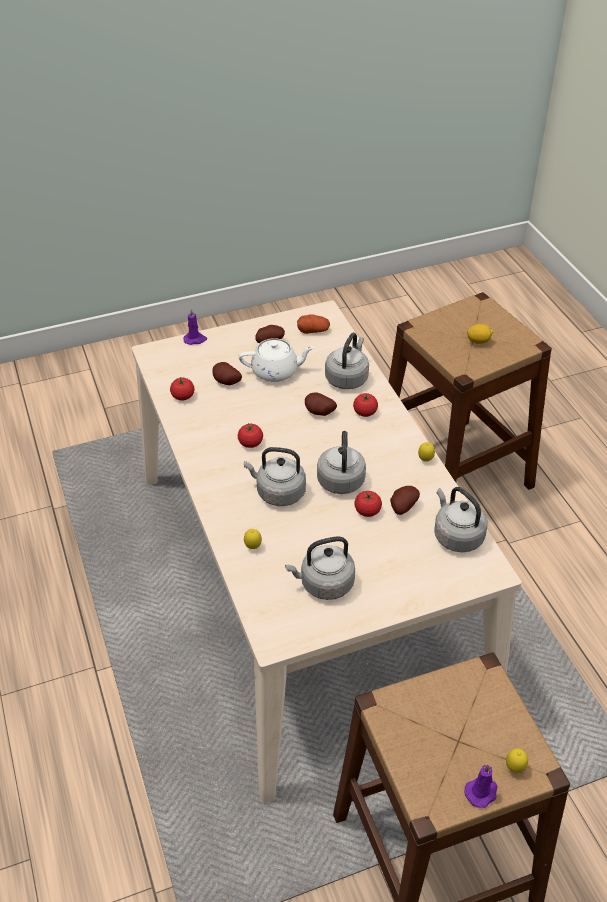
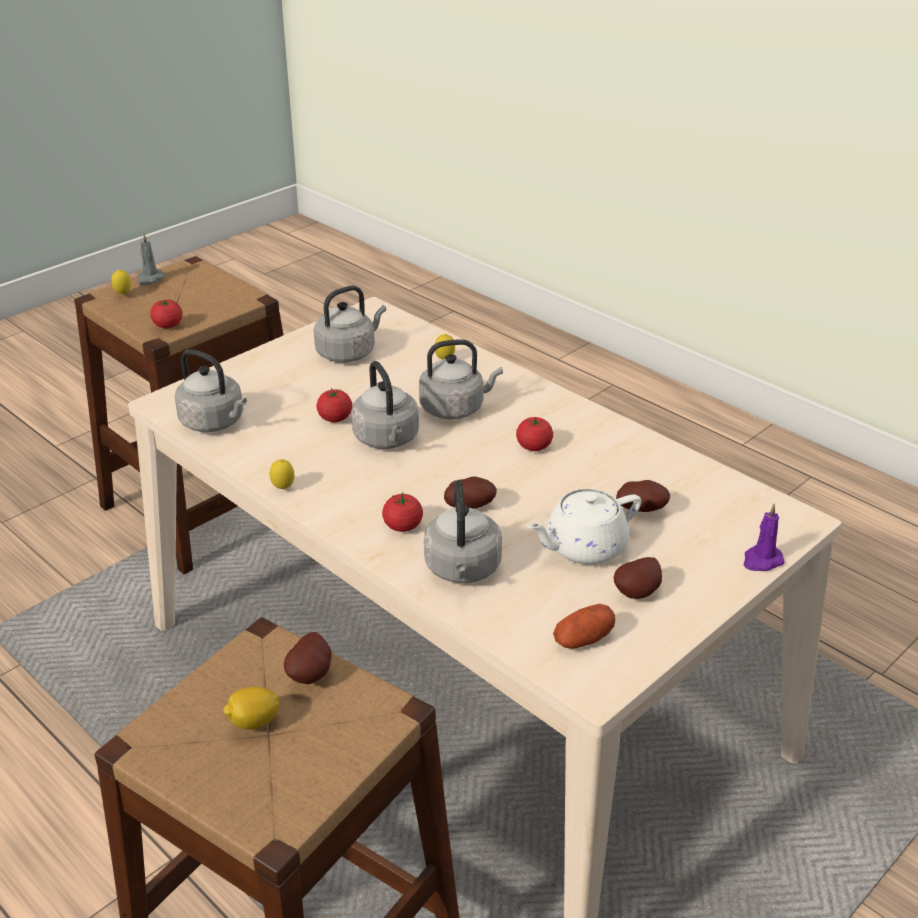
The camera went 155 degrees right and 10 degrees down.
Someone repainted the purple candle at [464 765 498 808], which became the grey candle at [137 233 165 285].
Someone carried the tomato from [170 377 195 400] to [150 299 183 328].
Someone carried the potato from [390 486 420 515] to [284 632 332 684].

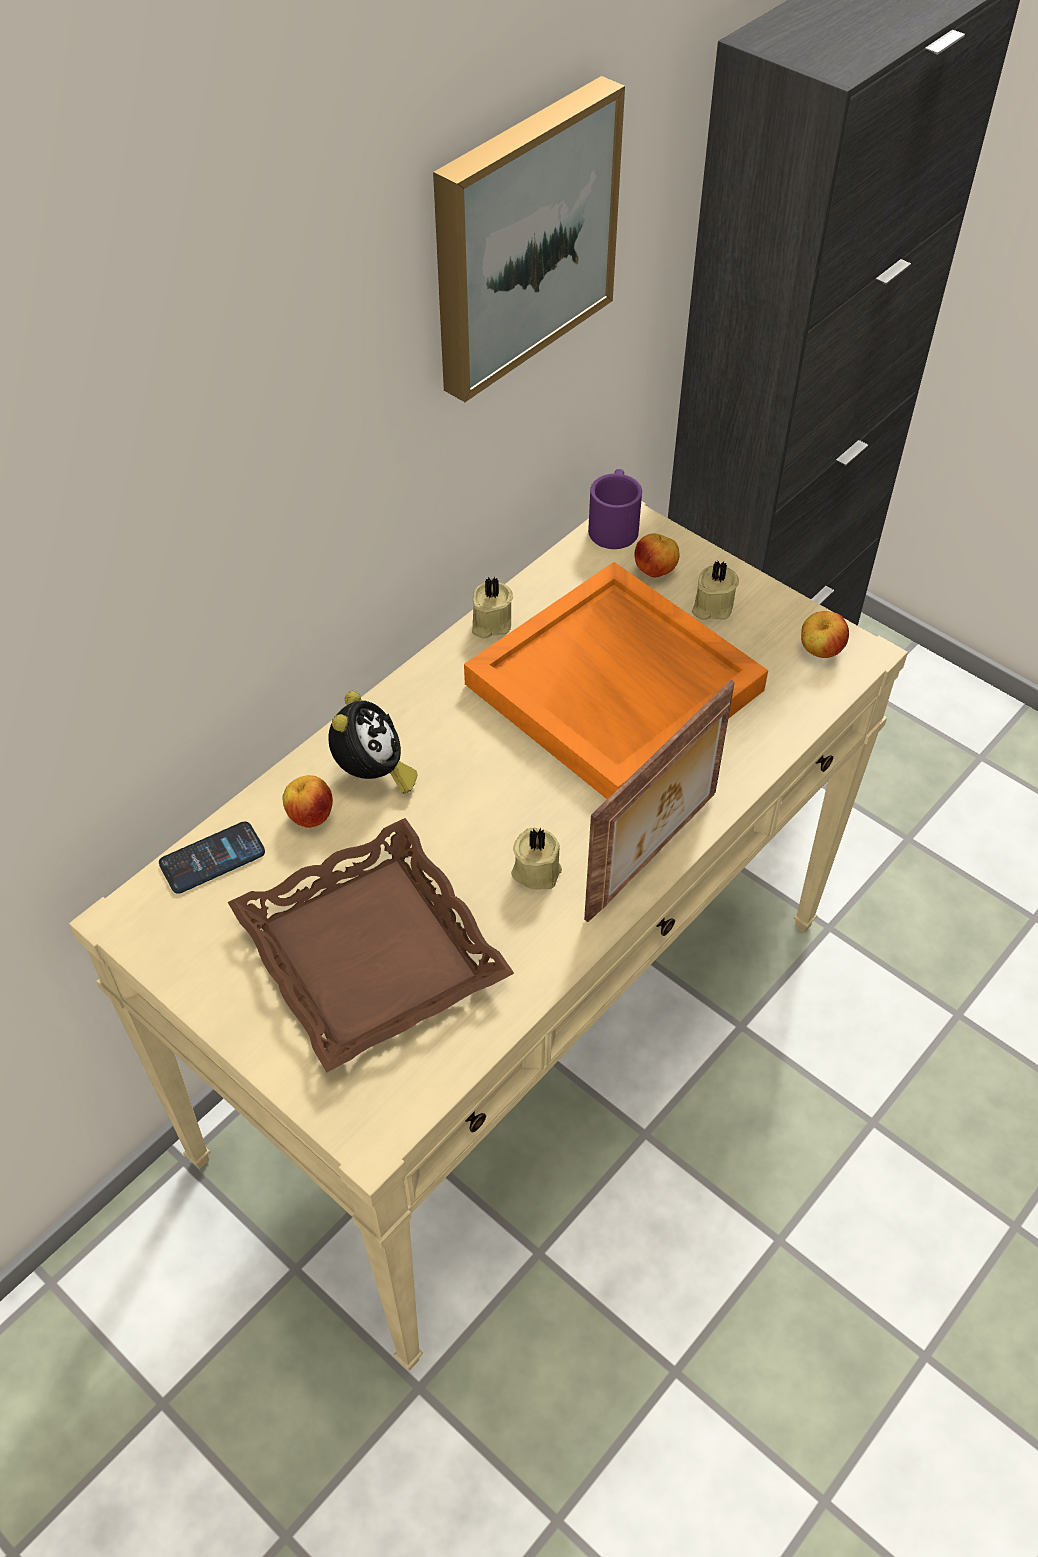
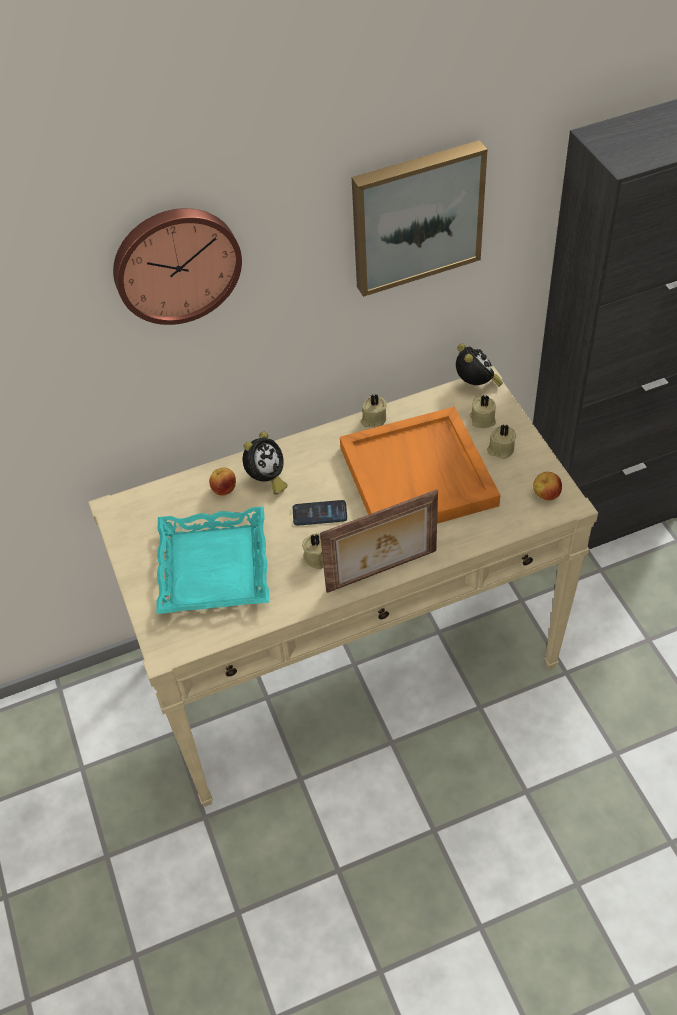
The camera went 30 degrees right and 0 degrees up.
Someone put up the wall clock at [113 208 242 325].
Someone repainted the brown tray at [228 818 514 1073], which became the turquoise tray at [156 506 270 614].
Someone carried the phone from [159 821 265 894] to [293 500 347 526].
Someone swapped the purple mug at [588 469 642 549] for the alarm clock at [456 343 503 386].
Someone swapped the apple at [634 533 679 578] for the beige candle at [470 395 496 428].

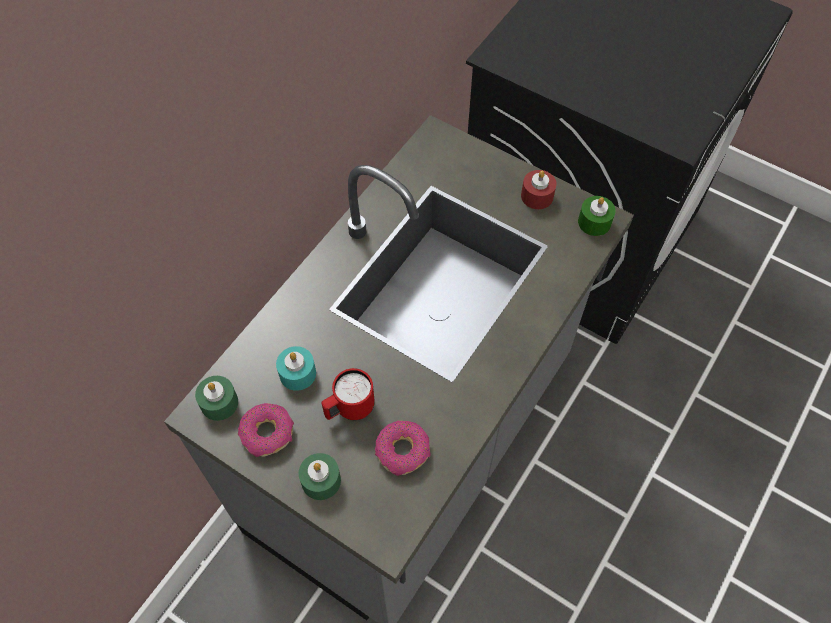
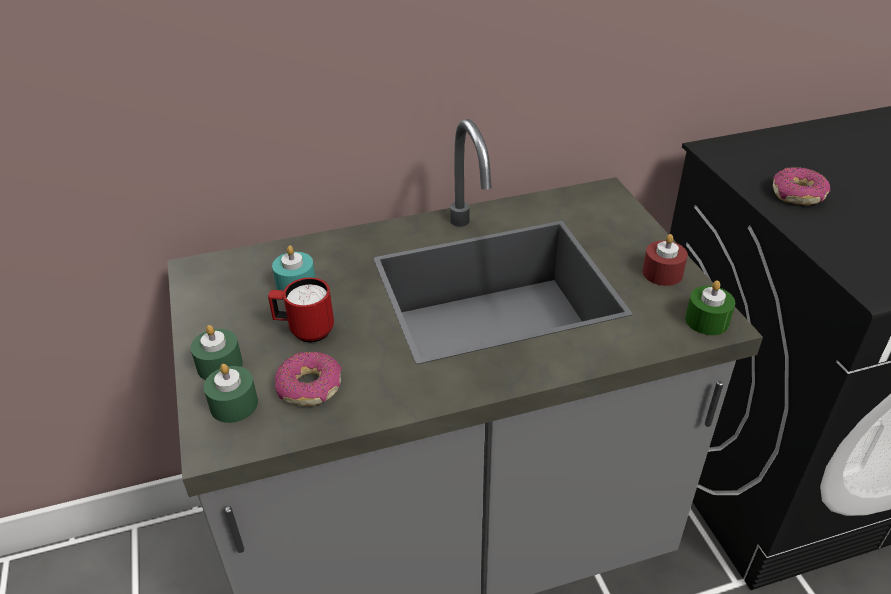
The camera went 40 degrees right and 20 degrees down.
Someone carried the green candle from [195 376 238 421] to [204 364 258 423].
Someone carried the donut from [238 403 294 457] to [773 167 830 205].

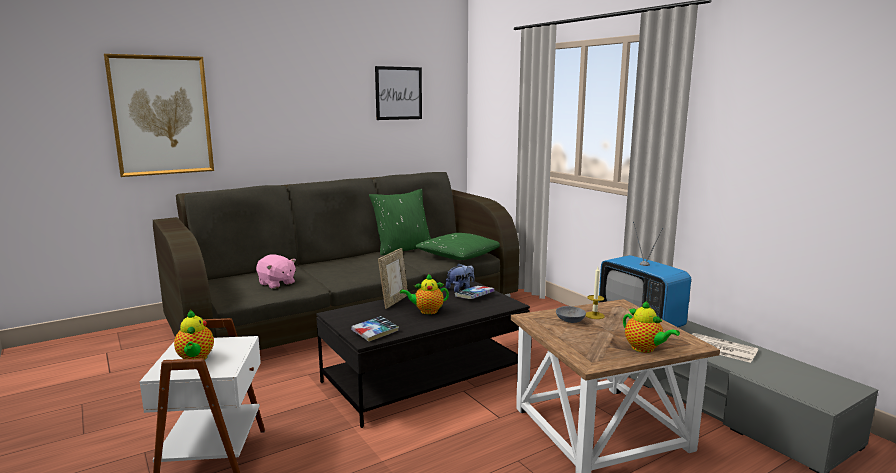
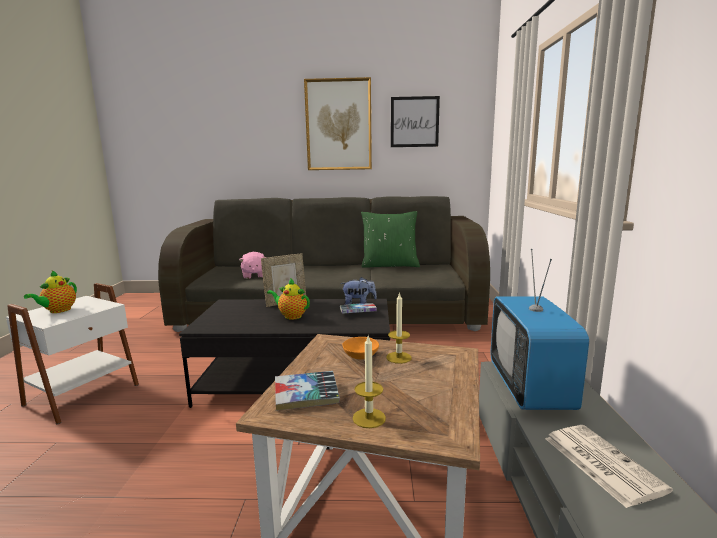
The camera went 35 degrees right and 0 degrees up.
Someone carried the book from [351 316 399 342] to [275 371 340 411].
Someone carried the picture from [104 54 214 177] to [304 77 372 170].
Someone repainted the grey bowl at [556 306 586 323], which became the orange bowl at [342 337 379 359].
Someone swapped the teapot at [623 301 680 353] for the candle at [353 336 386 428].
Someone took away the green pillow at [414 233 500 260].

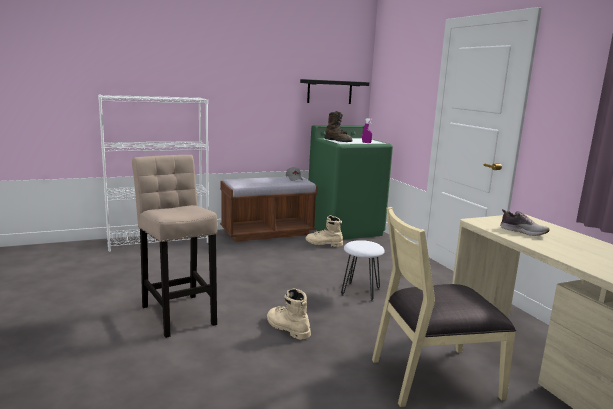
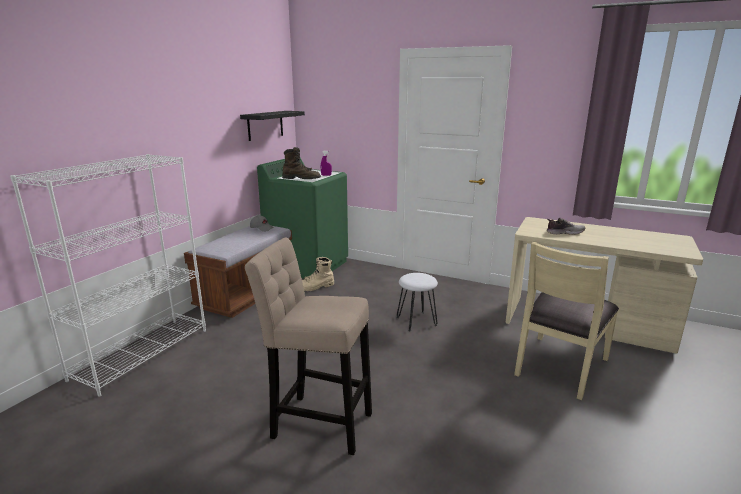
The camera went 40 degrees left and 5 degrees up.
Someone took away the beige boot at [267 288 311 340].

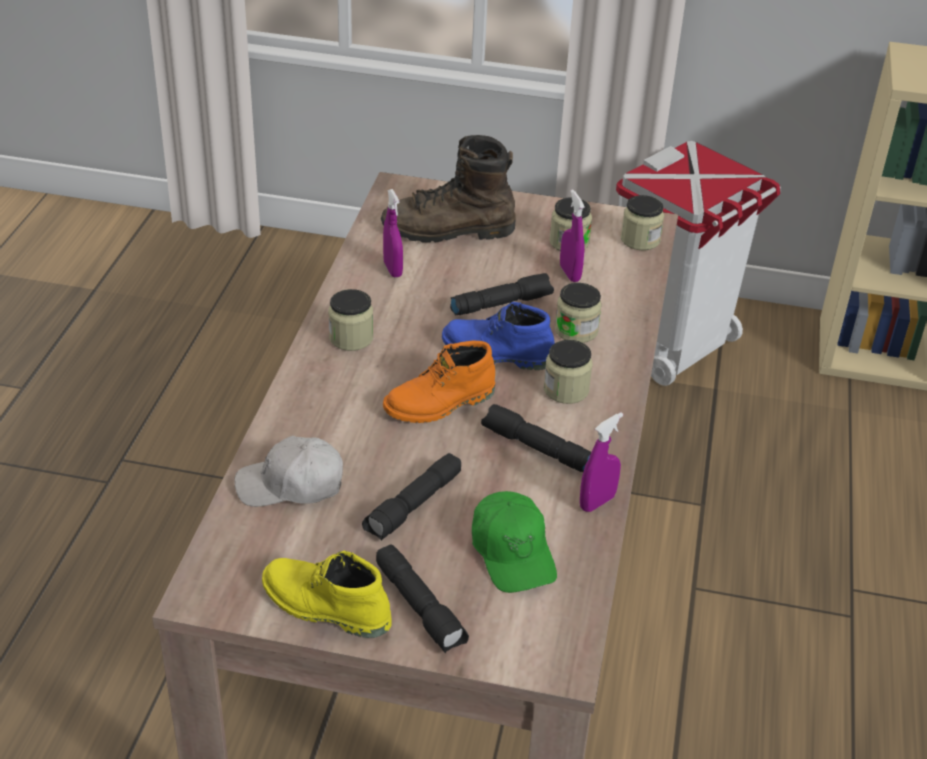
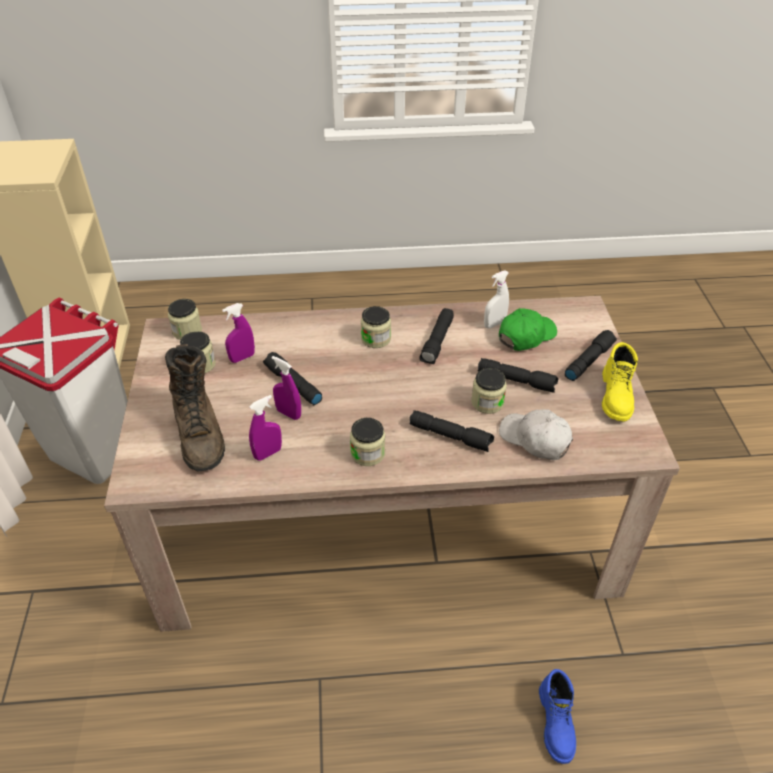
The camera went 105 degrees left and 5 degrees up.
Someone carried the purple spray bottle from [580 412 623 512] to [272 356 301 420].
Someone put down the black flashlight at [410 410 494 452].
Someone carried the jar from [555 283 602 343] to [471 368 507 414].
Someone put down the white spray bottle at [484 270 509 328].
Someone rotated the white cap at [234 436 343 507] by 150 degrees clockwise.
Someone carried the blue boot from [442 302 555 370] to [539 669 576 764].
Someone took away the orange boot at [383 341 495 423].

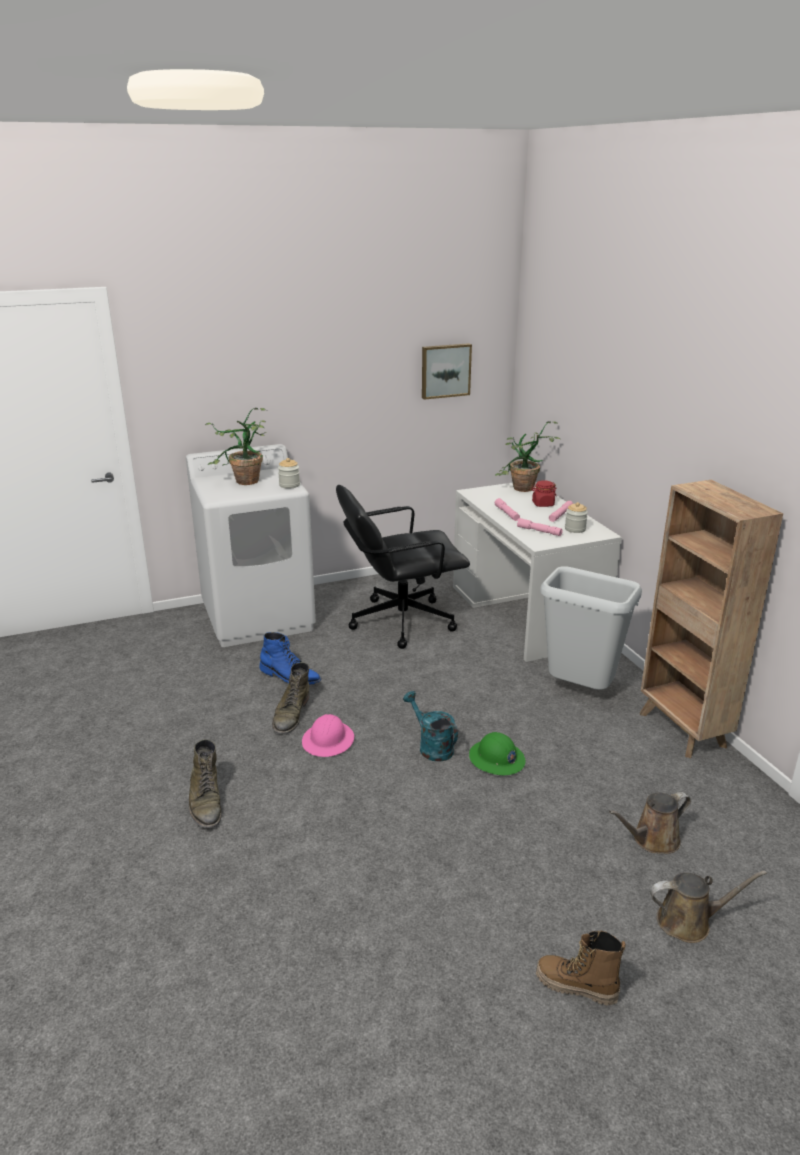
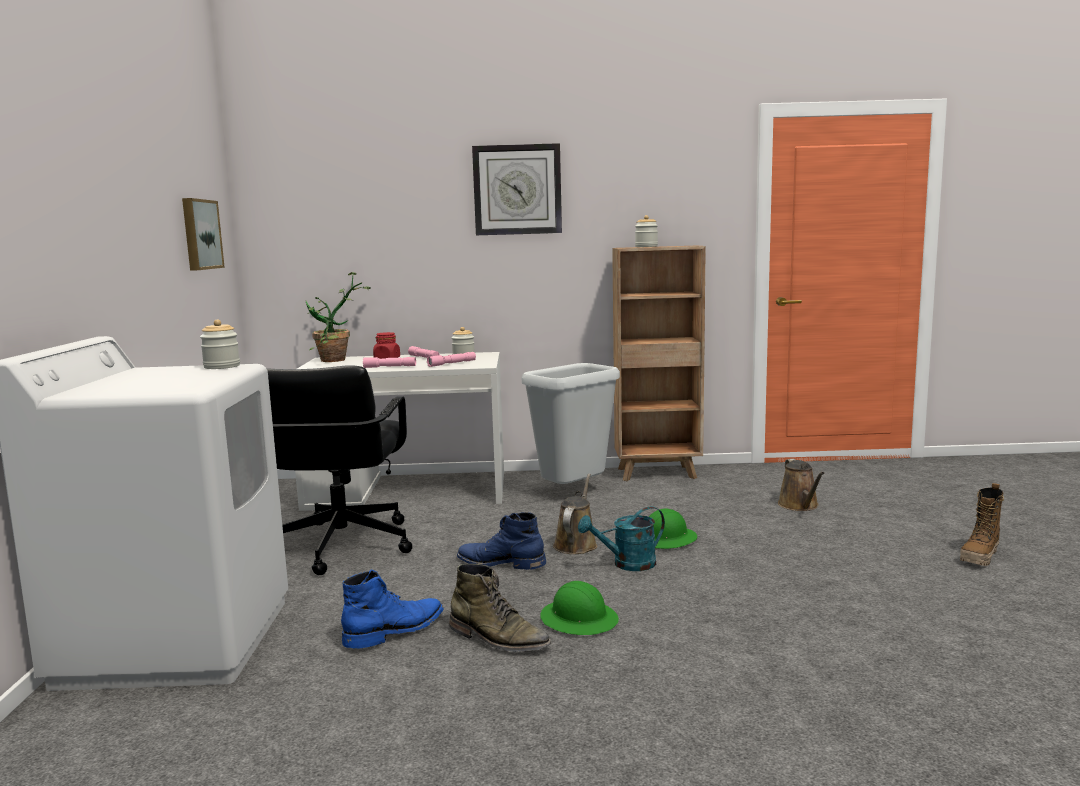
The camera went 70 degrees left and 15 degrees down.
Someone put down the blue boot at [457 512 546 570].
Someone put up the wall clock at [472 143 562 235].
Someone repainted the pink hard hat at [302 714 354 757], which became the green hard hat at [540 581 619 635].
Someone carried the brown watering can from [650 871 767 943] to [553 474 597 554].
Someone put down the jar at [635 215 658 247].
Someone took away the green boot at [189 739 222 828].
Someone took away the potted plant at [205 408 267 485].

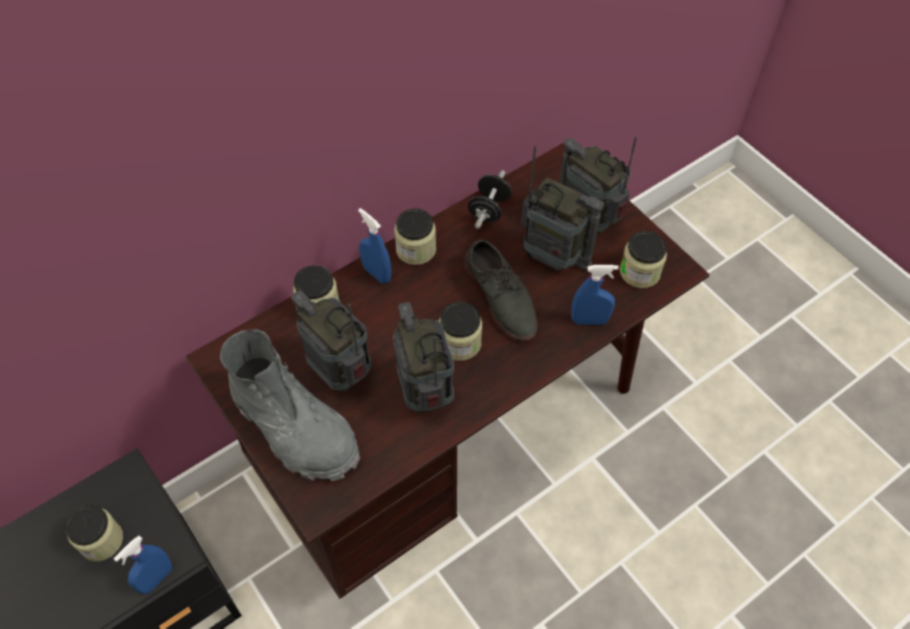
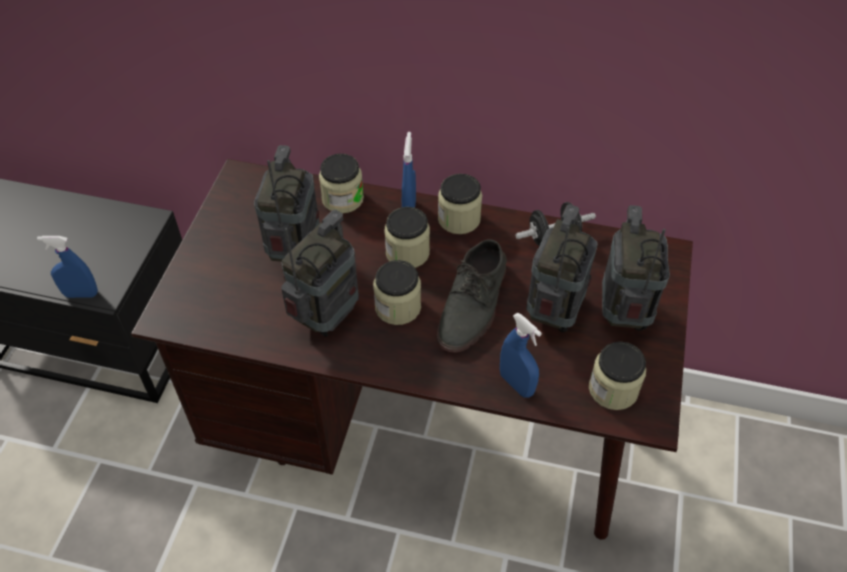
The camera went 50 degrees right and 5 degrees down.
Someone carried the jar from [66 505 123 561] to [384 207 430 268].
Someone rotated the radio at [521 145 604 271] by 150 degrees counterclockwise.
Someone took away the grey boot at [220 329 360 482].

